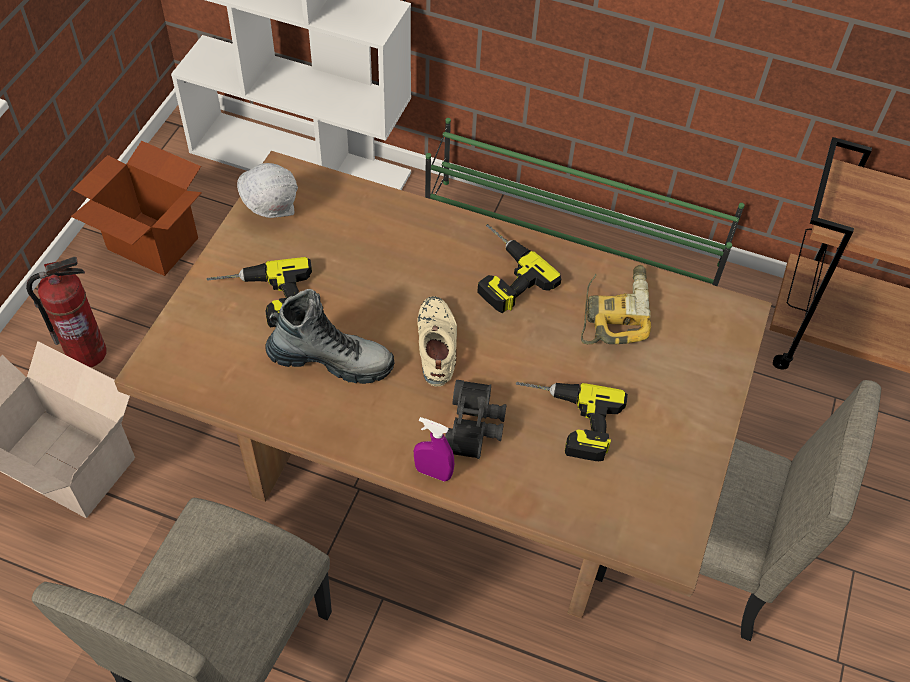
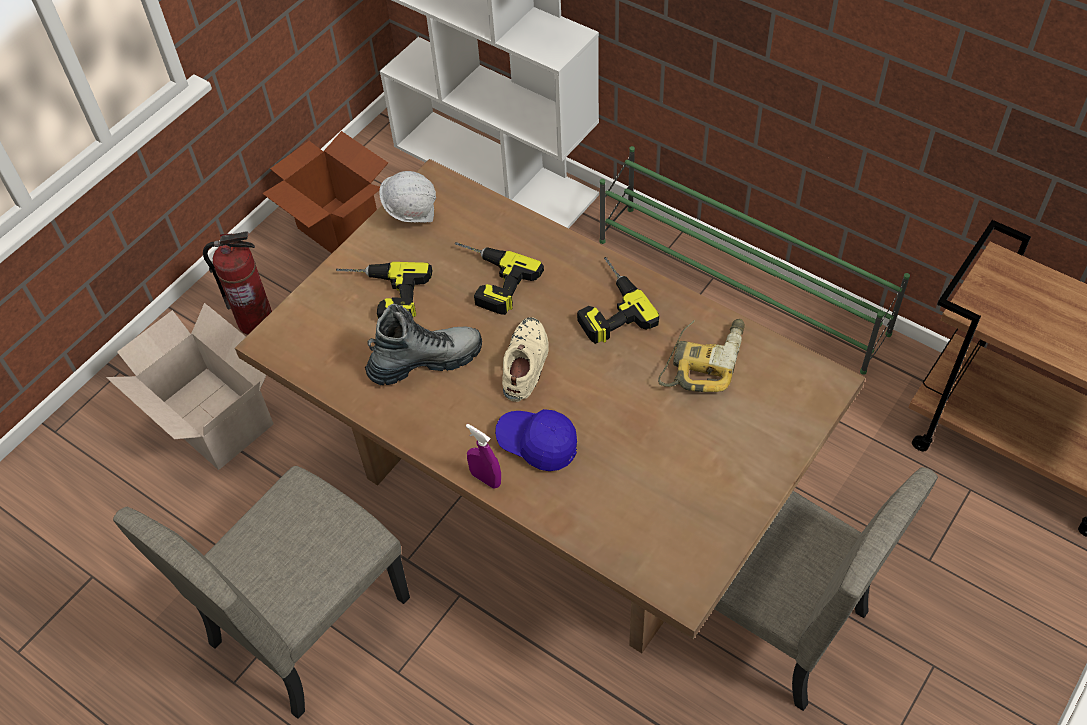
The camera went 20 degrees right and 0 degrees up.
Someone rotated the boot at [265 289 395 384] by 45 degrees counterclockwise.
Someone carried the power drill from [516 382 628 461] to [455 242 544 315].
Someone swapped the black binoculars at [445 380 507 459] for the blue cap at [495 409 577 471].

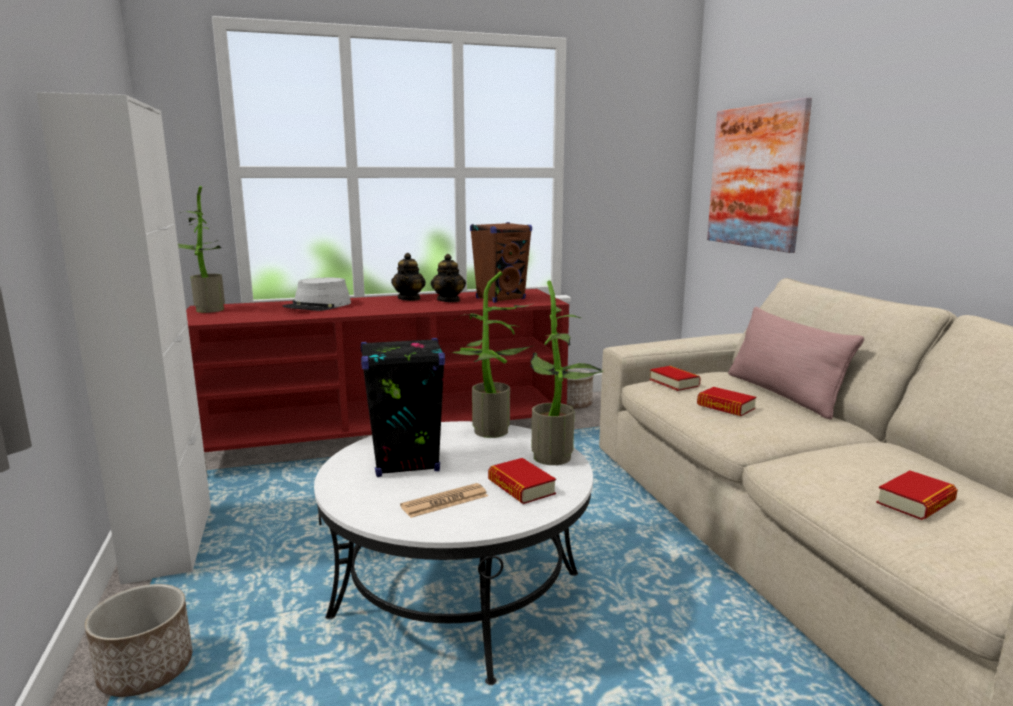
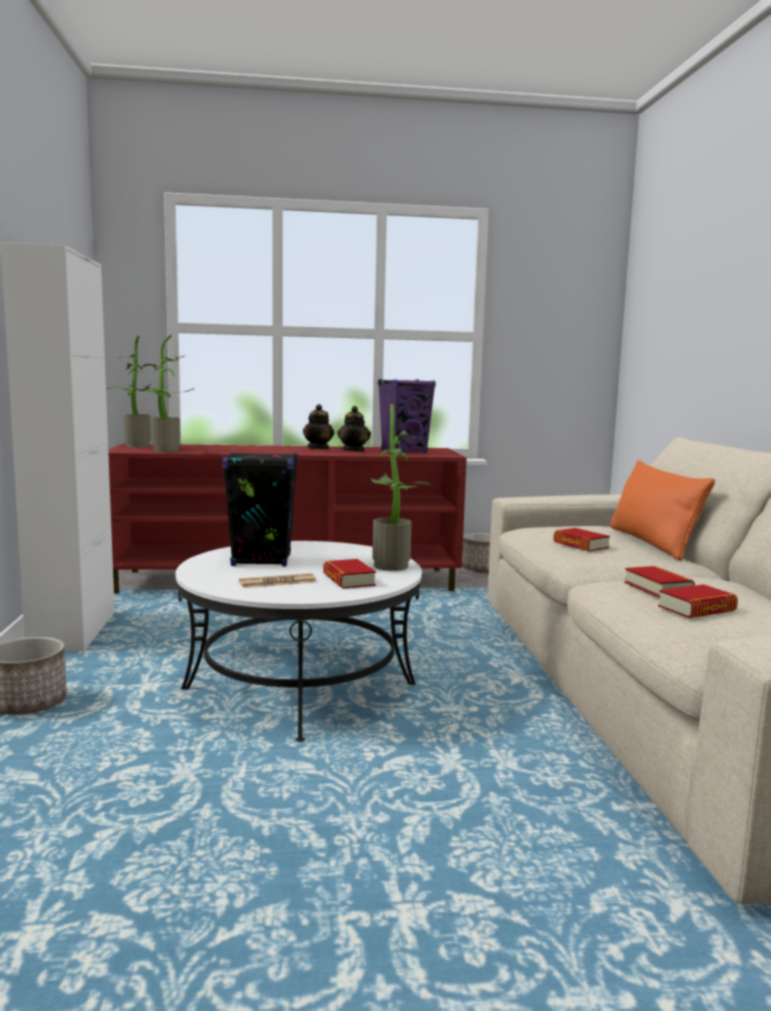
The camera went 10 degrees right and 5 degrees down.
Someone carried the potted plant from [451 271 534 438] to [128 334 194 452].
Someone repainted the brown speaker at [470 222 532 303], which became the purple speaker at [378 379 436 453].
Someone repainted the pink pillow at [728 307 864 420], which became the orange pillow at [610 460 715 561].
Someone carried the book from [650 366 701 391] to [624 566 695 598].
Someone took away the grey hat at [283 278 351 311].
Someone took away the picture at [707 97 812 253].

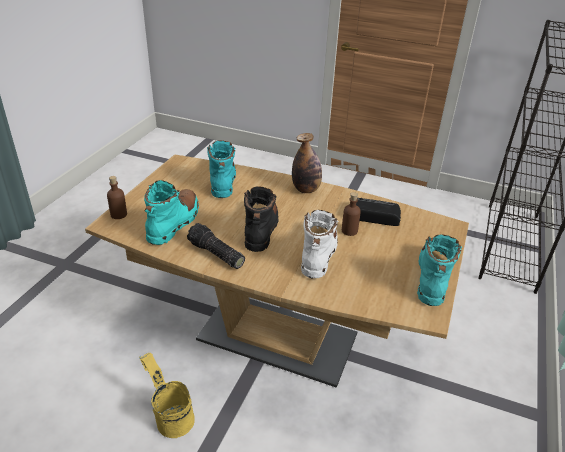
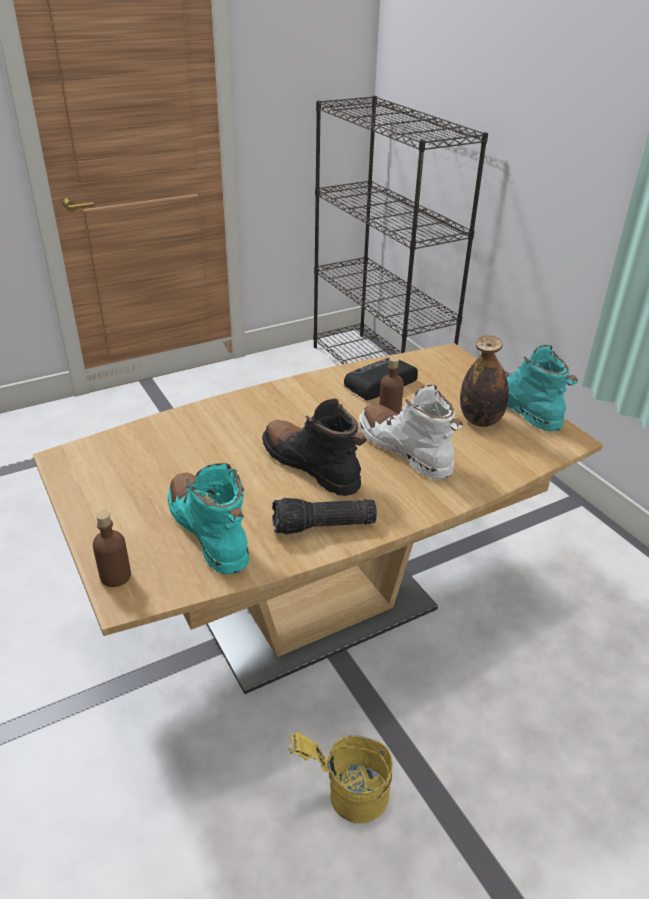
The camera went 50 degrees left and 0 degrees up.
Someone carried the bottle from [292 133 322 193] to [460 335 509 427].
Someone took away the turquoise boot at [207 141 236 198].

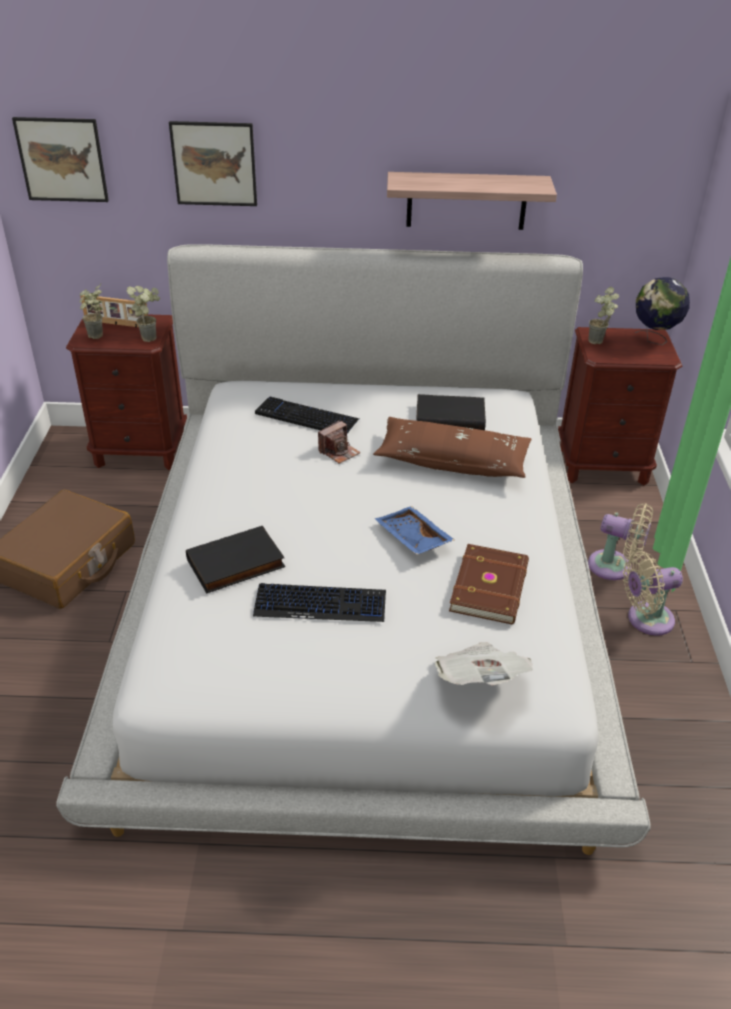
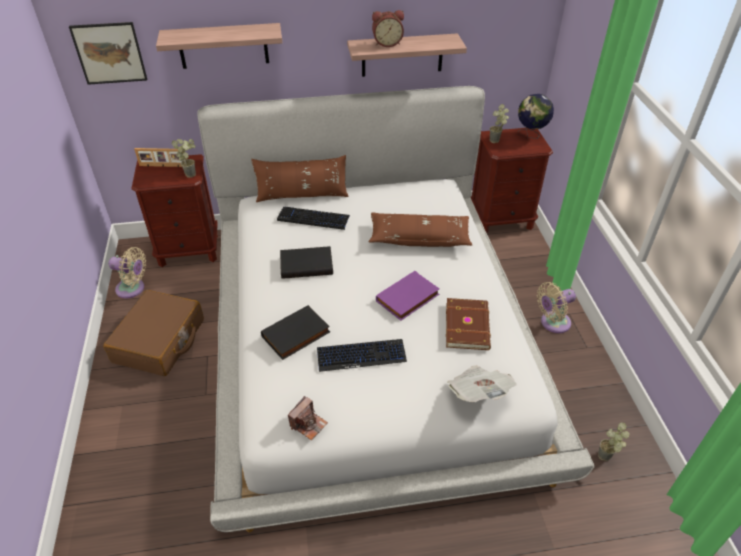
The camera went 10 degrees left and 5 degrees up.
Someone carried the beige fan from [588 503 653 580] to [109 247 146 299].
Someone swapped the picture at [169 121 257 206] for the shelf at [156 23 282 69].
Someone put down the brown pillow at [251 155 349 202].
Someone carried the black book from [416 394 486 430] to [280 246 333 279].
Someone carried the photo camera from [318 420 361 464] to [288 396 328 440].
Someone put down the alarm clock at [372 10 404 47].
Someone swapped the blue tray at [375 506 455 555] for the purple book at [376 271 439 321].
Someone carried the potted plant from [79 284 103 339] to [598 422 629 461].

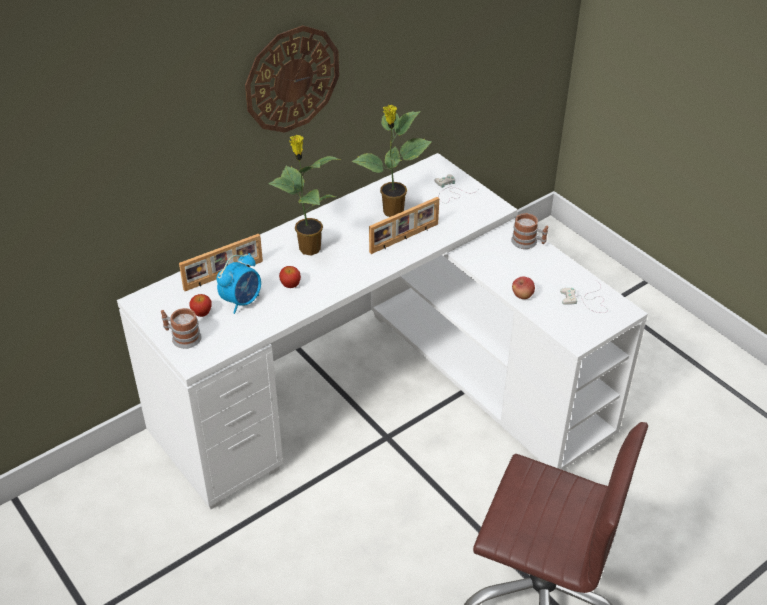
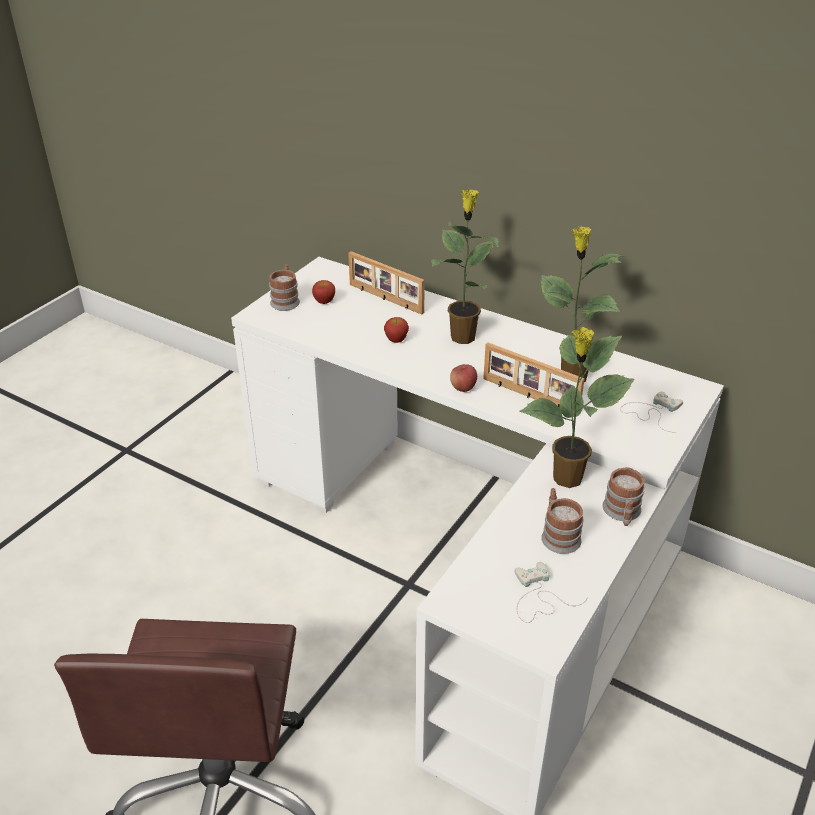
The camera went 70 degrees right and 5 degrees down.
Someone carried the apple from [512 276 535 299] to [450 364 477 392].
Someone put down the potted plant at [520 327 635 488].
Someone put down the mug at [541 488 584 554].
Someone took away the alarm clock at [217 253 261 314].
Someone took away the wall clock at [245 25 339 132].

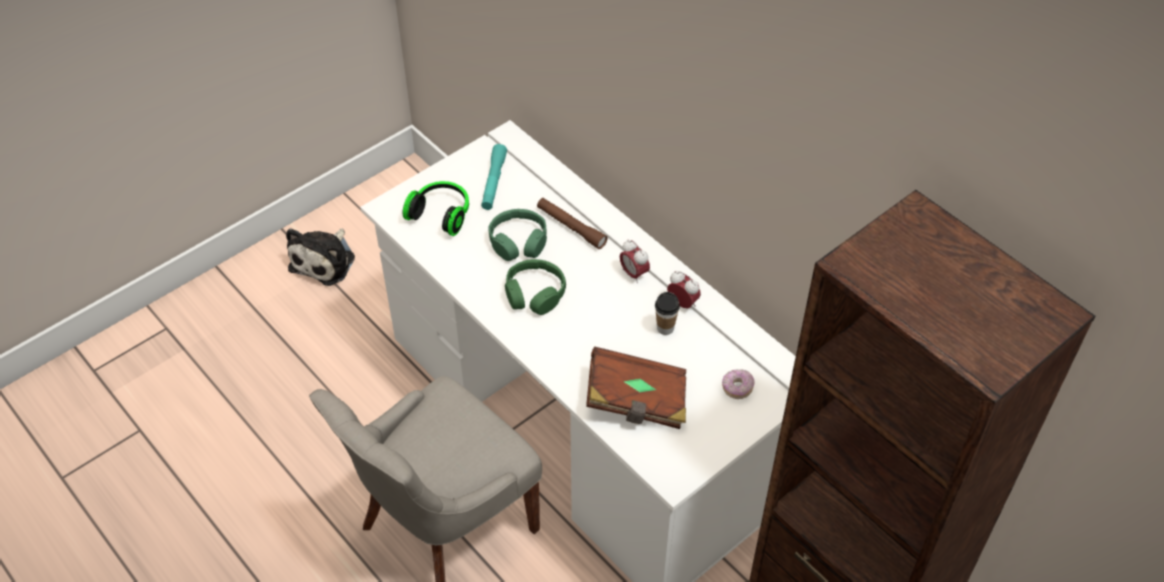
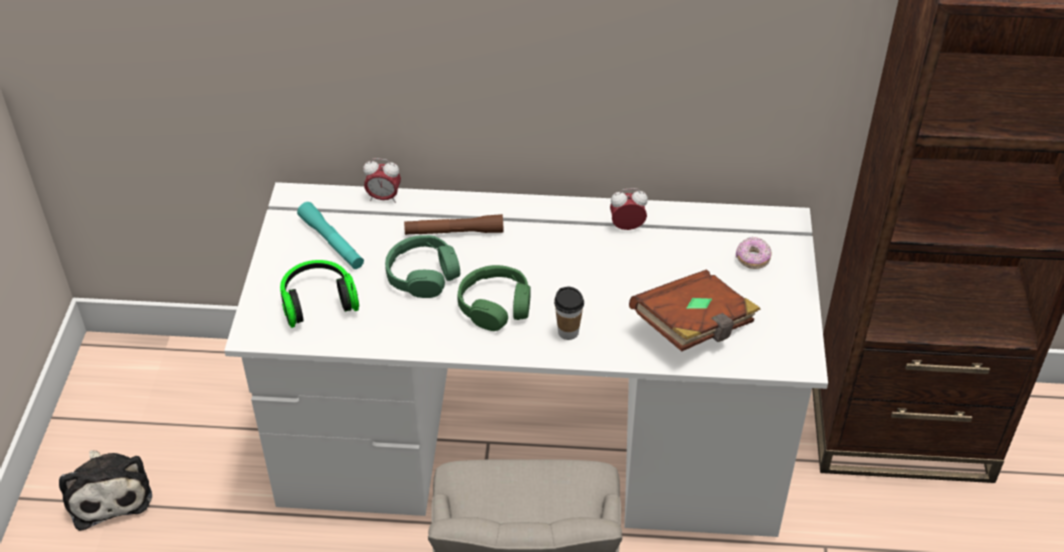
The camera went 45 degrees left and 5 degrees down.
Someone carried the alarm clock from [620 240 650 283] to [363 158 401 203].
Someone carried the cup from [655 292 680 335] to [554 287 584 340].

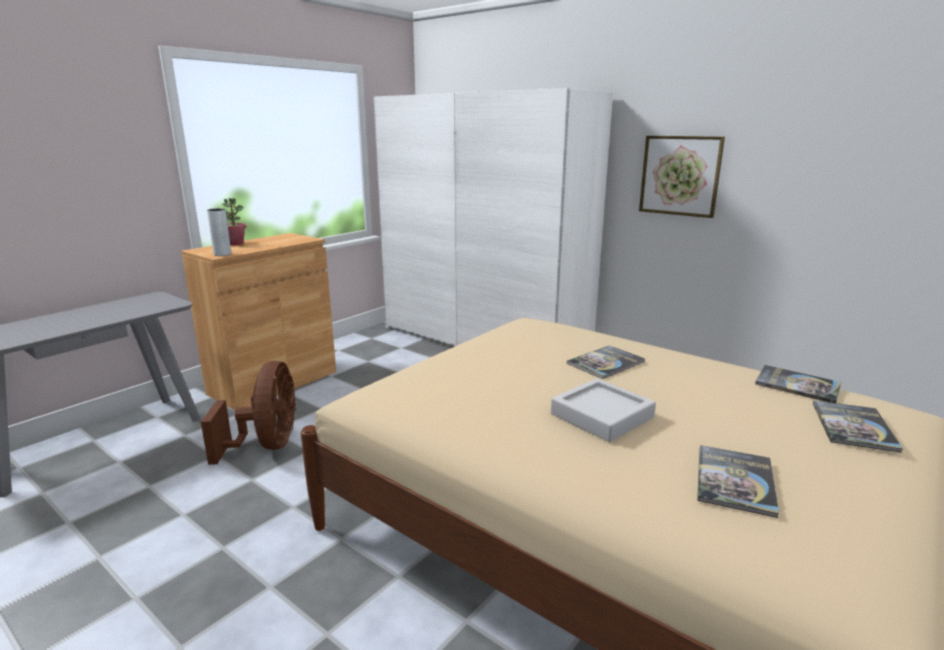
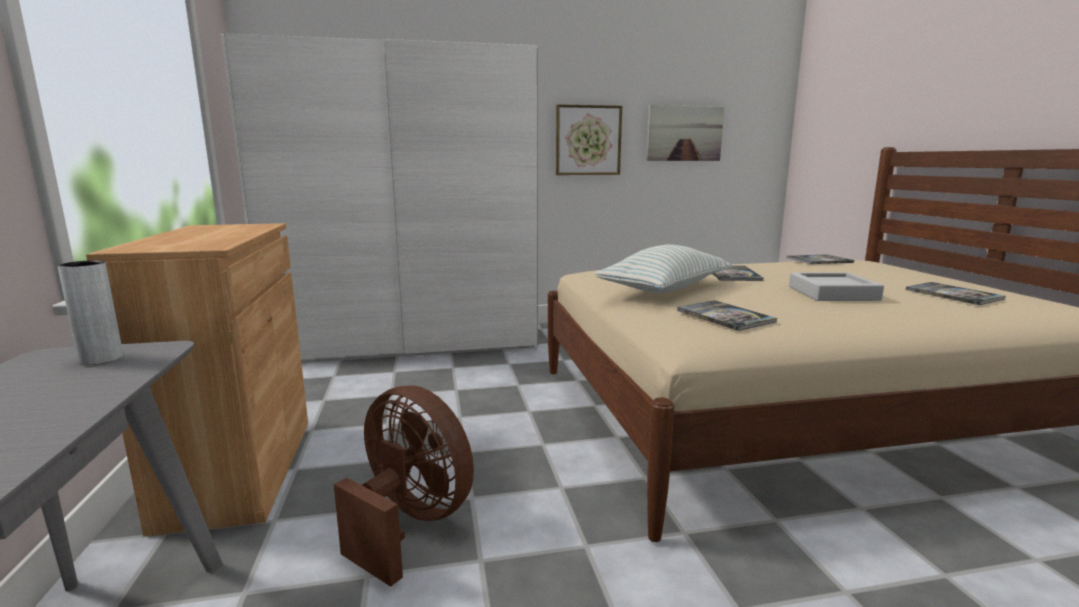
The camera went 50 degrees left and 5 degrees down.
Someone carried the grey vase from [207 208 231 256] to [58 260 123 365].
Someone put down the pillow at [594 245 732 293].
Someone put up the picture at [647 105 724 161].
Someone carried the book from [813 400 903 453] to [677 300 777 331].
Someone took away the potted plant at [222 198 246 245].

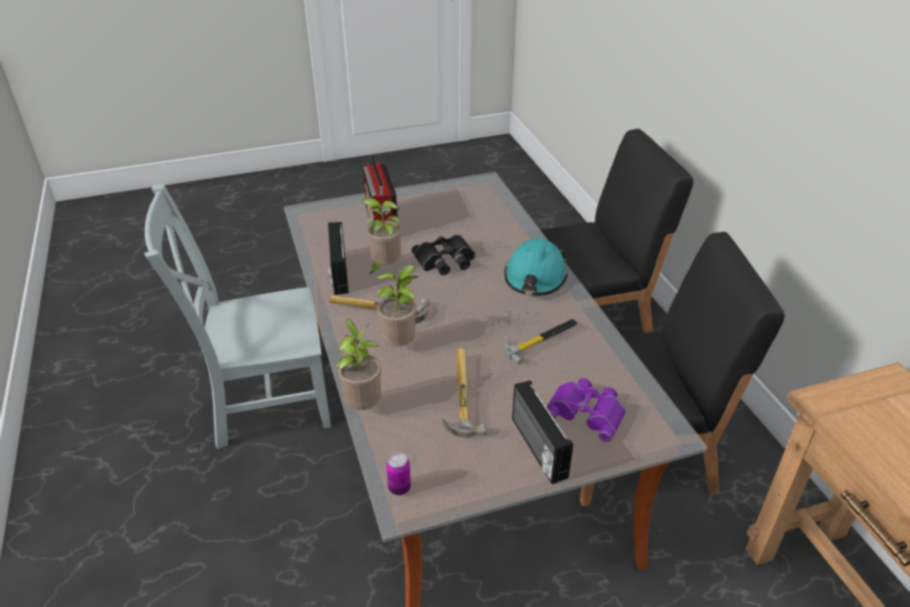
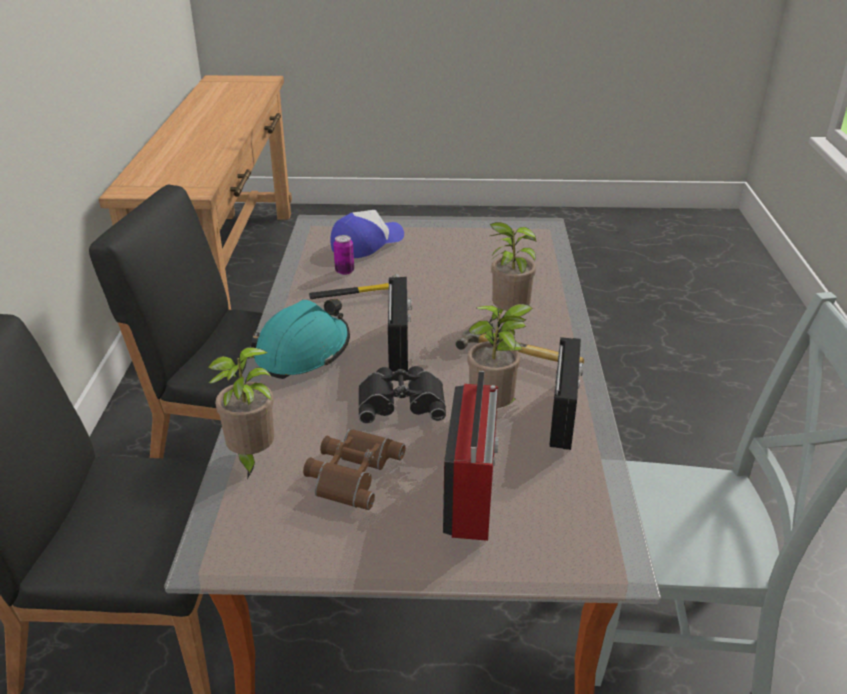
The camera went 160 degrees left and 5 degrees down.
Someone carried the potted plant from [336 319 382 410] to [208 347 274 480].
Someone put down the brown binoculars at [303 429 406 510].
Someone swapped the purple binoculars at [547 378 626 442] for the cap at [331 210 404 258].
Someone carried the can from [386 453 411 495] to [333 235 354 275].
Someone carried the radio from [512 380 573 484] to [388 277 412 372].
Someone took away the hammer at [441 348 486 437].

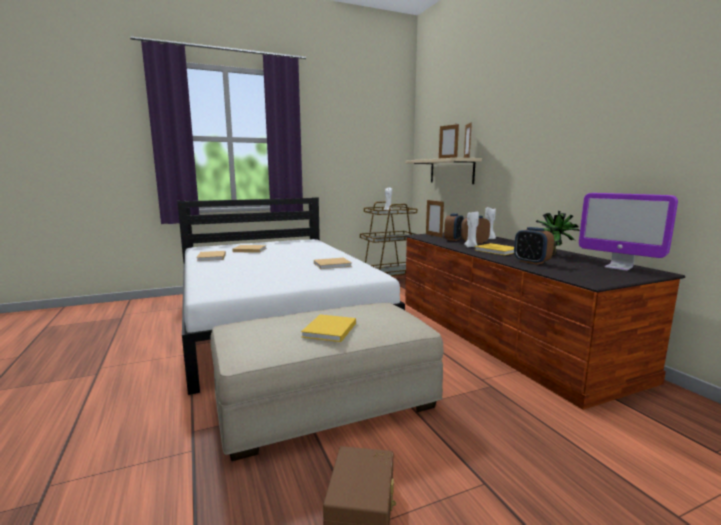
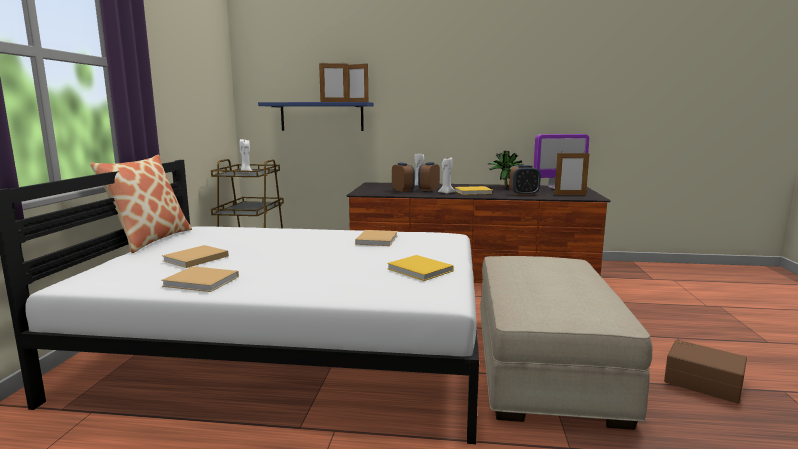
The camera went 60 degrees left and 0 degrees up.
Someone put down the pillow at [90 155 192 253].
Someone repainted the beige shelf at [405 158 482 184], which became the blue shelf at [258 102 373 131].
Someone carried the yellow book from [301 315 356 342] to [387 255 454 281].
Someone carried the picture frame from [426 199 444 238] to [555 152 590 195].

